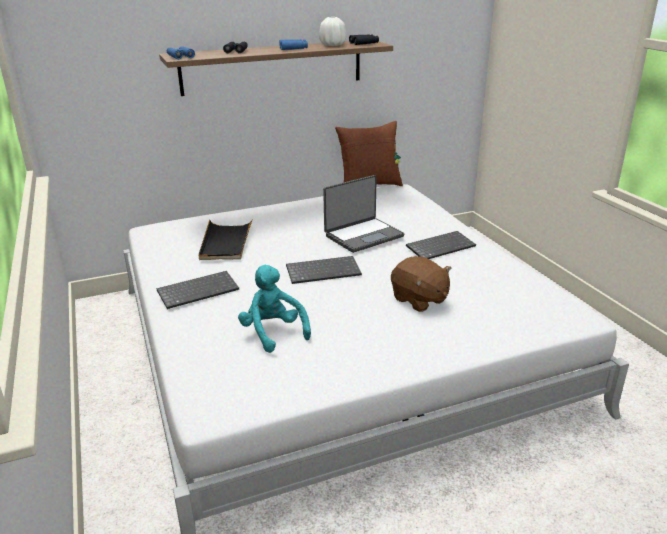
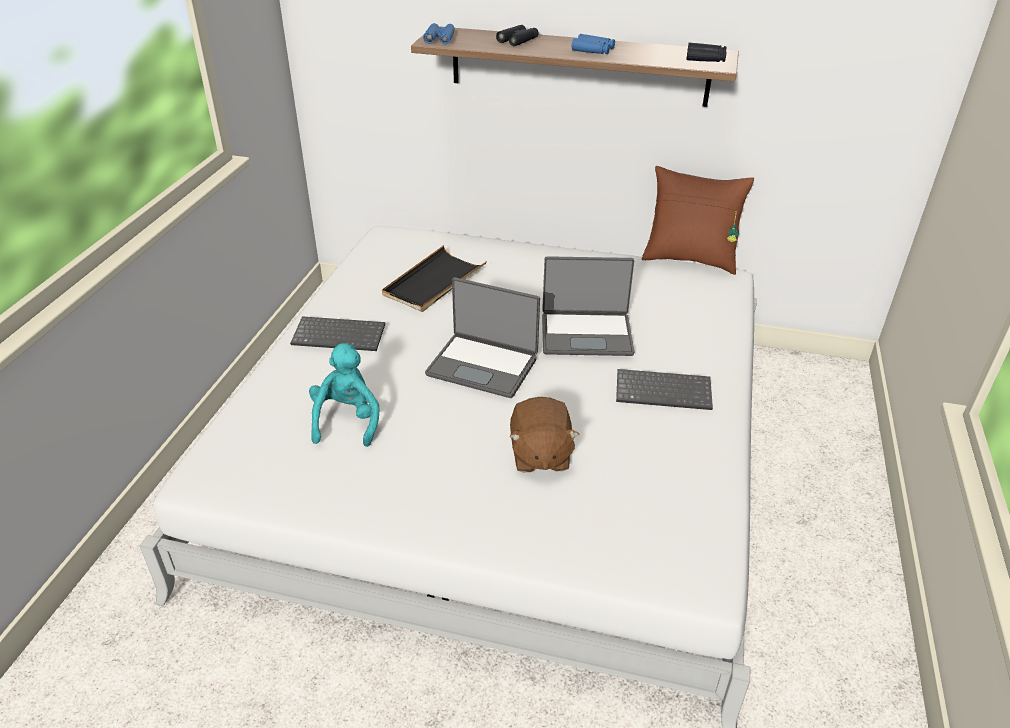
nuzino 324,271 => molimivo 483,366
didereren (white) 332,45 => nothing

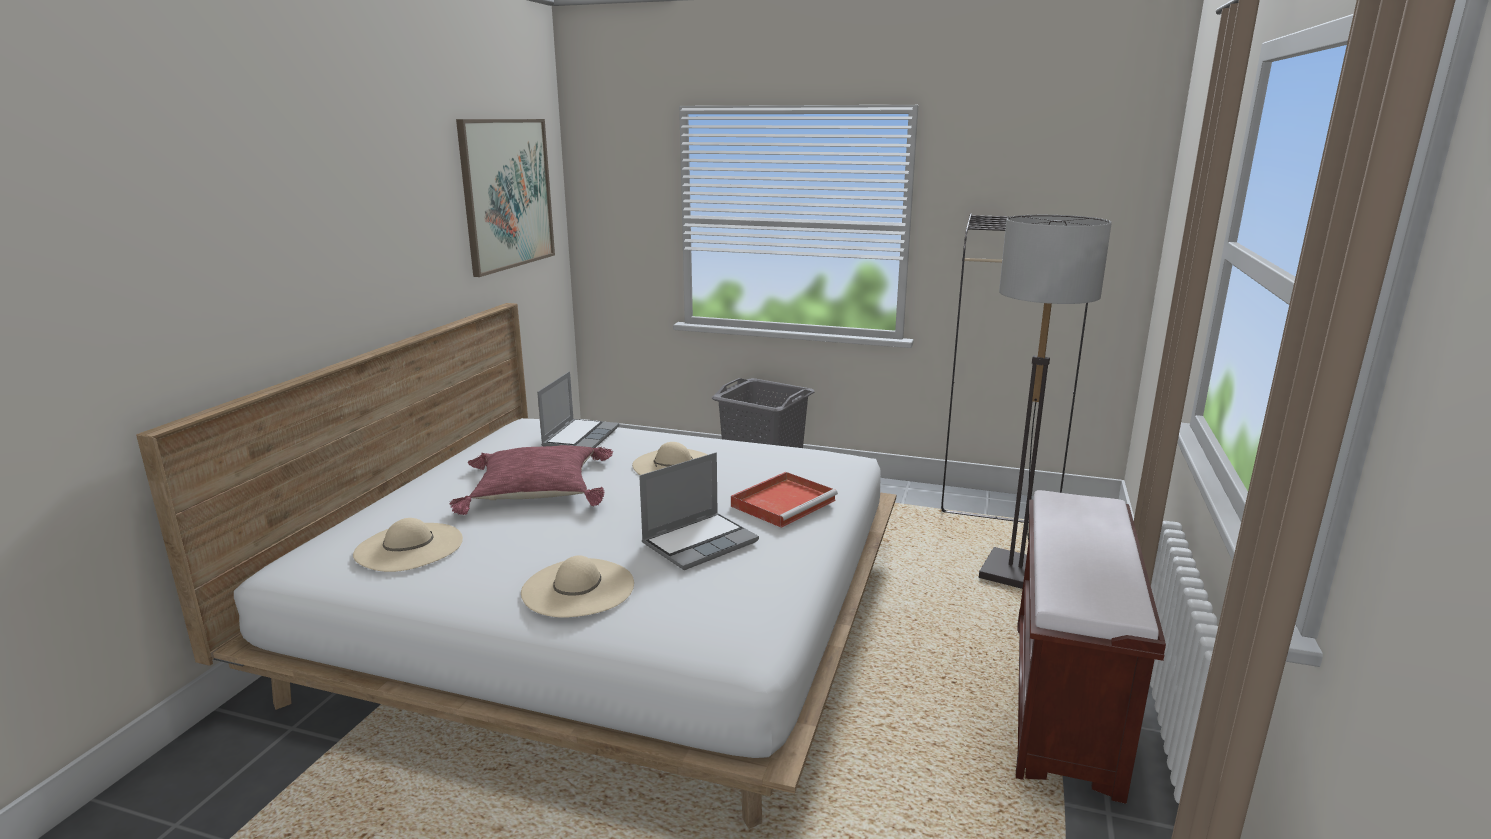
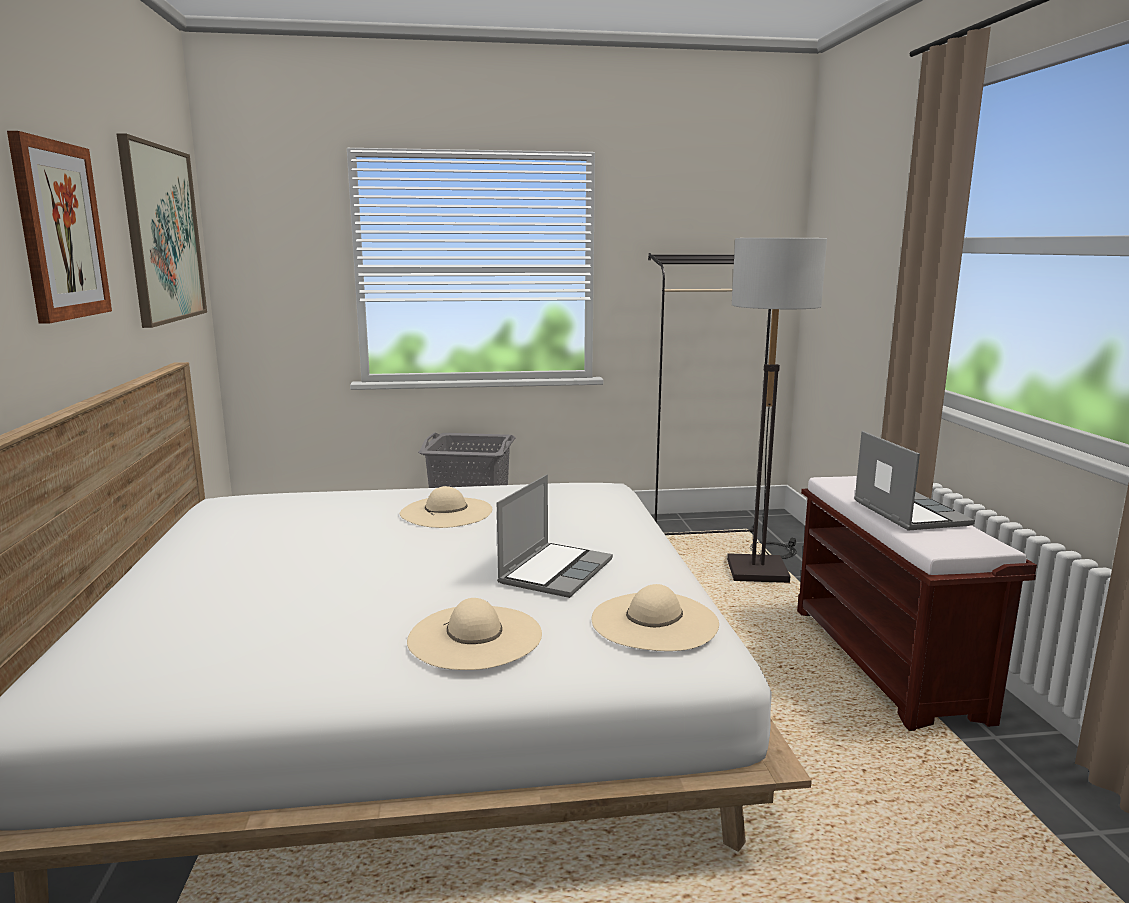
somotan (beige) 409,547 => somotan (beige) 654,621, moved
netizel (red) 537,486 => nothing
molimivo 580,436 => molimivo 908,513, moved
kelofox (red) 784,502 => nothing
nothing => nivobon 60,231

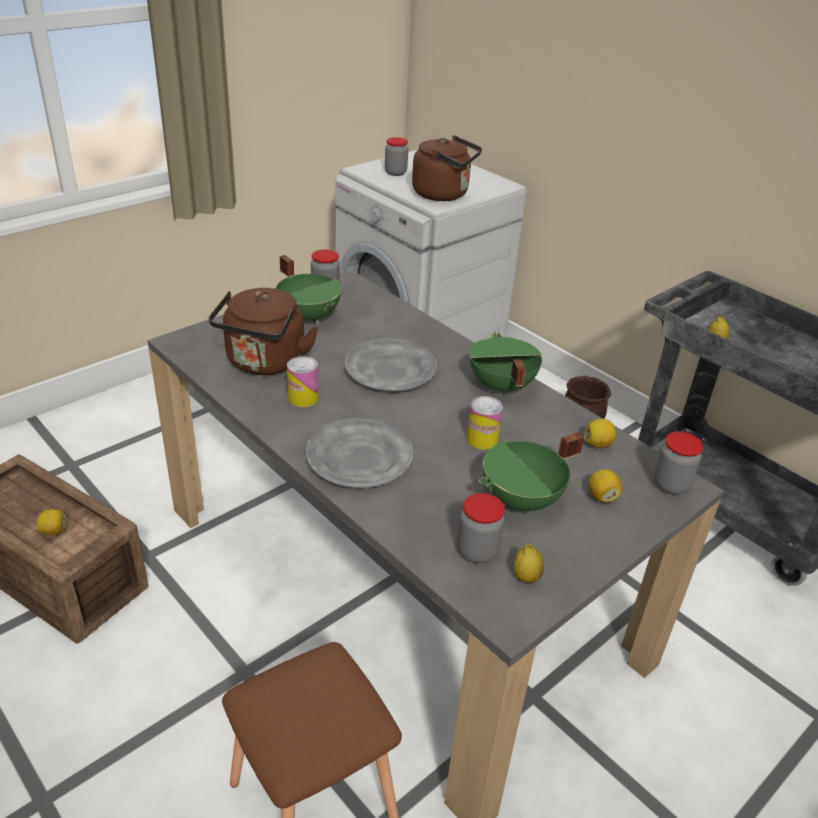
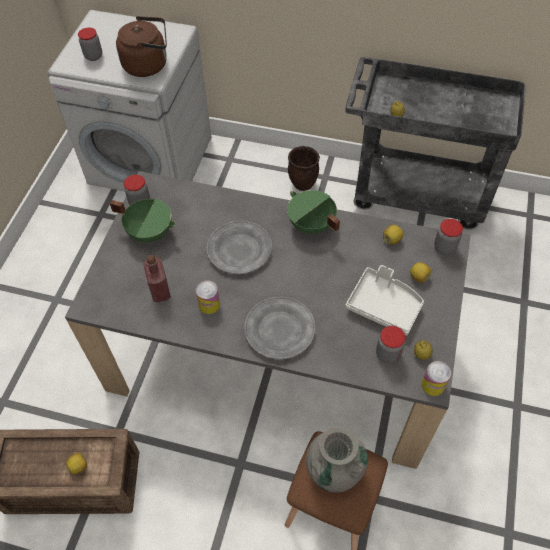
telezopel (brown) 264,363 => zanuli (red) 160,291
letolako 482,439 => letolako 433,385, moved
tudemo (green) 522,501 => kelofox (white) 384,305
nothing => didereren (grey) 334,470

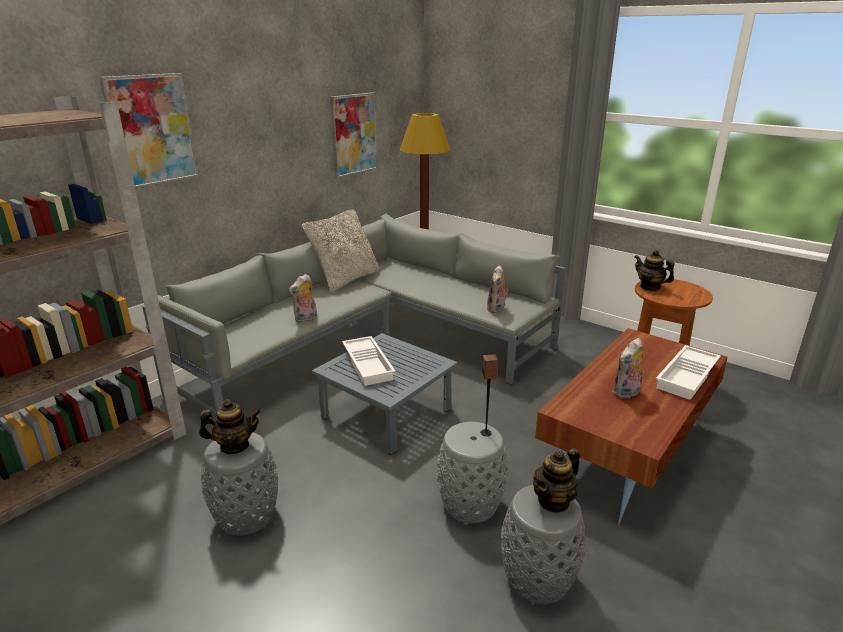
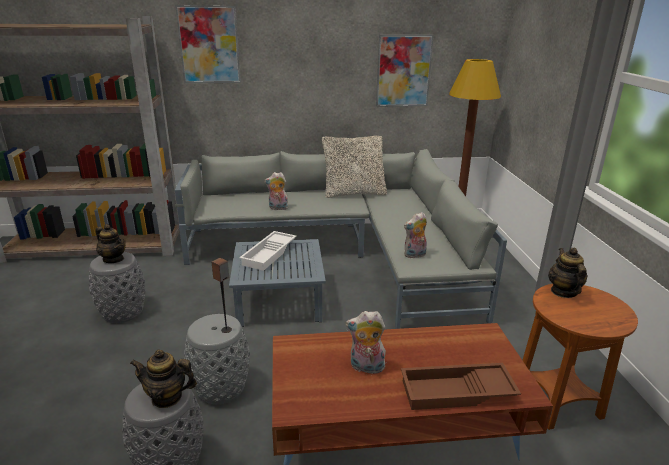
kelofox (white) 688,377 => kelofox (brown) 456,393

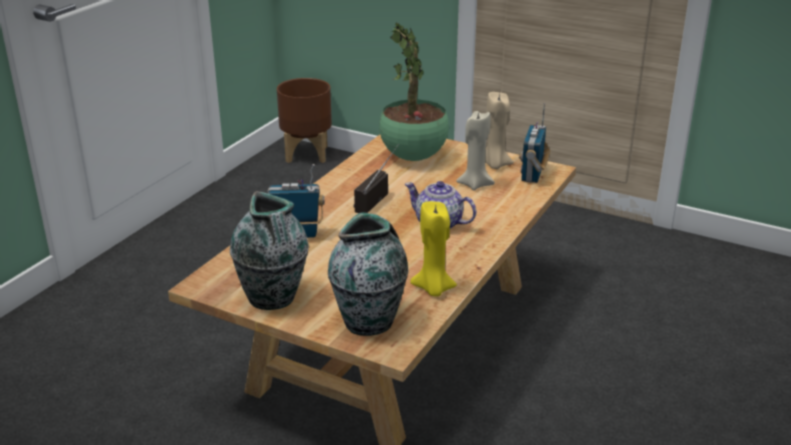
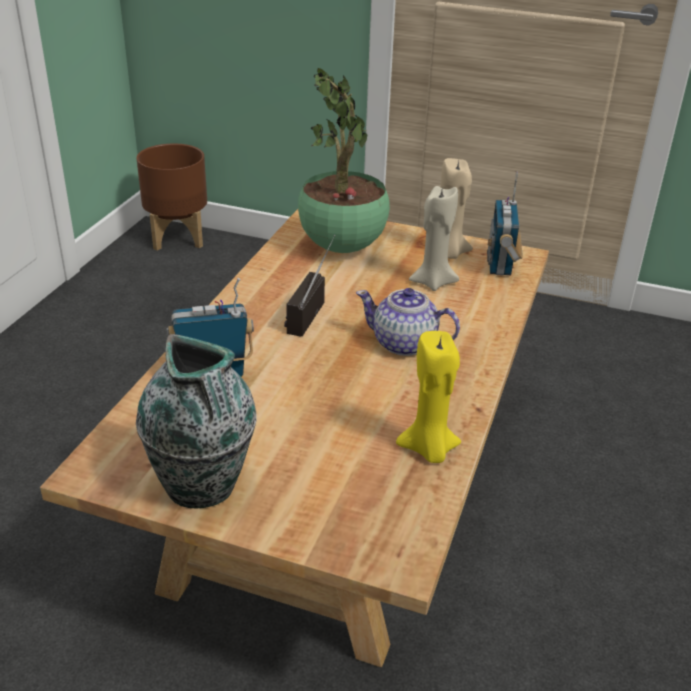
didereren 369,321 => nothing

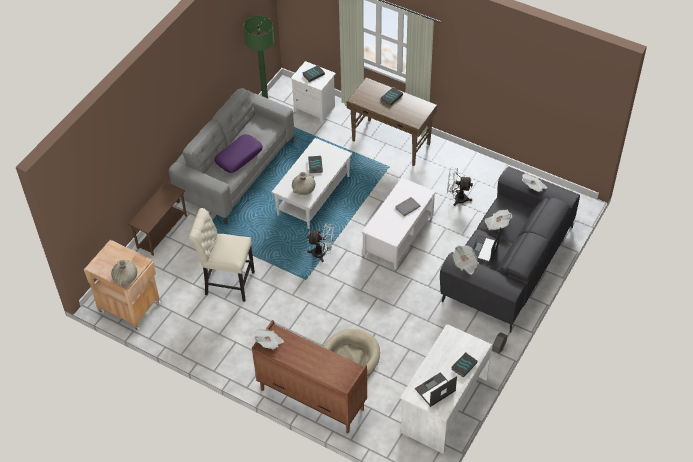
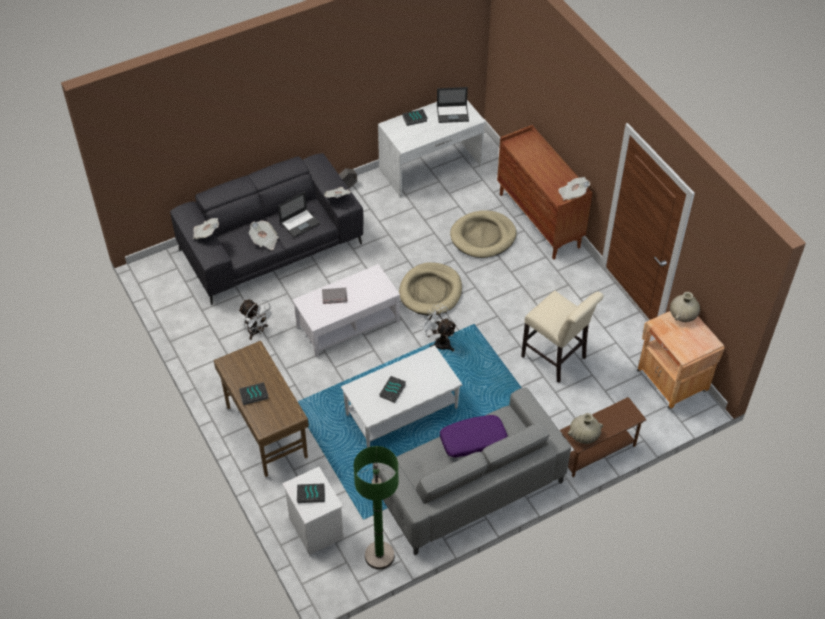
didereren (beige) 304,190 => didereren (beige) 584,435, moved
nothing => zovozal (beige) 430,291

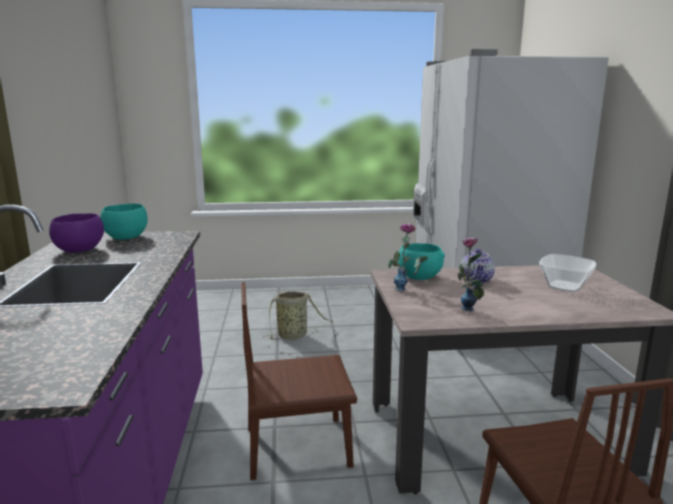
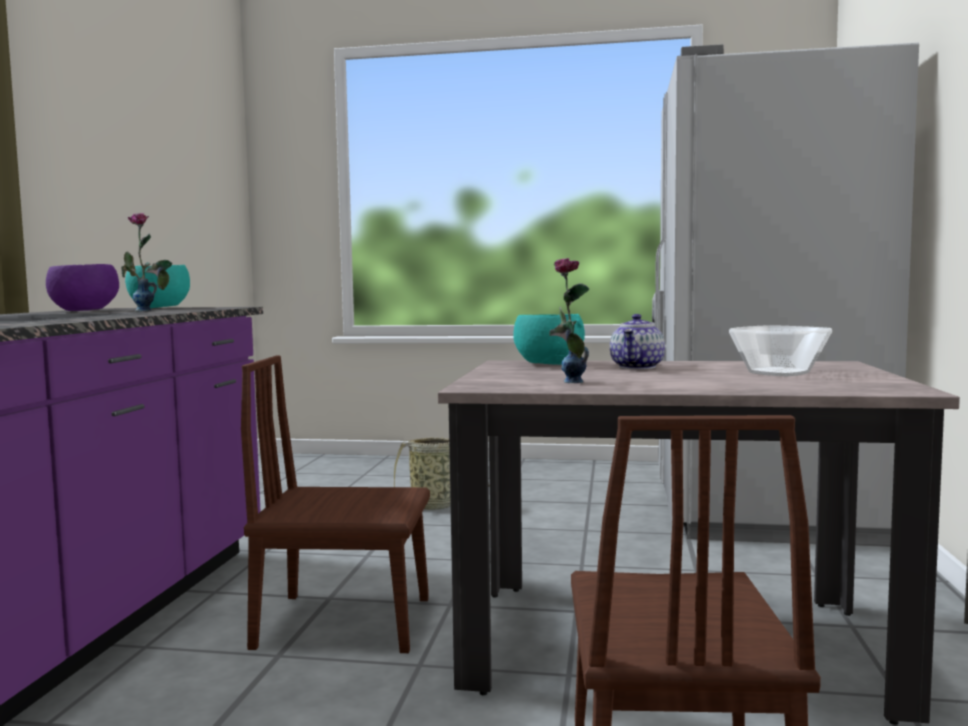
didereren 407,290 => didereren 149,311, moved

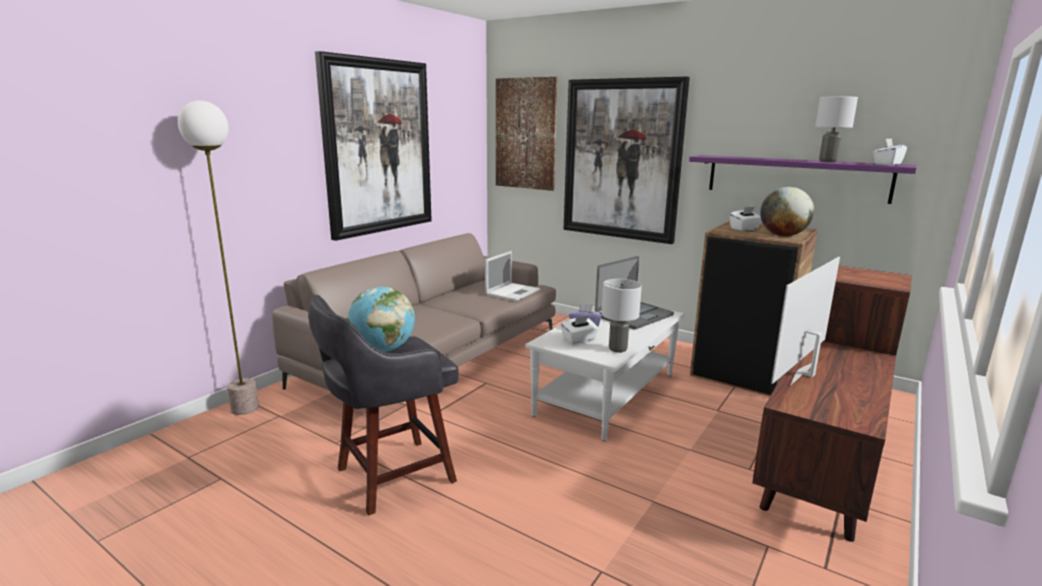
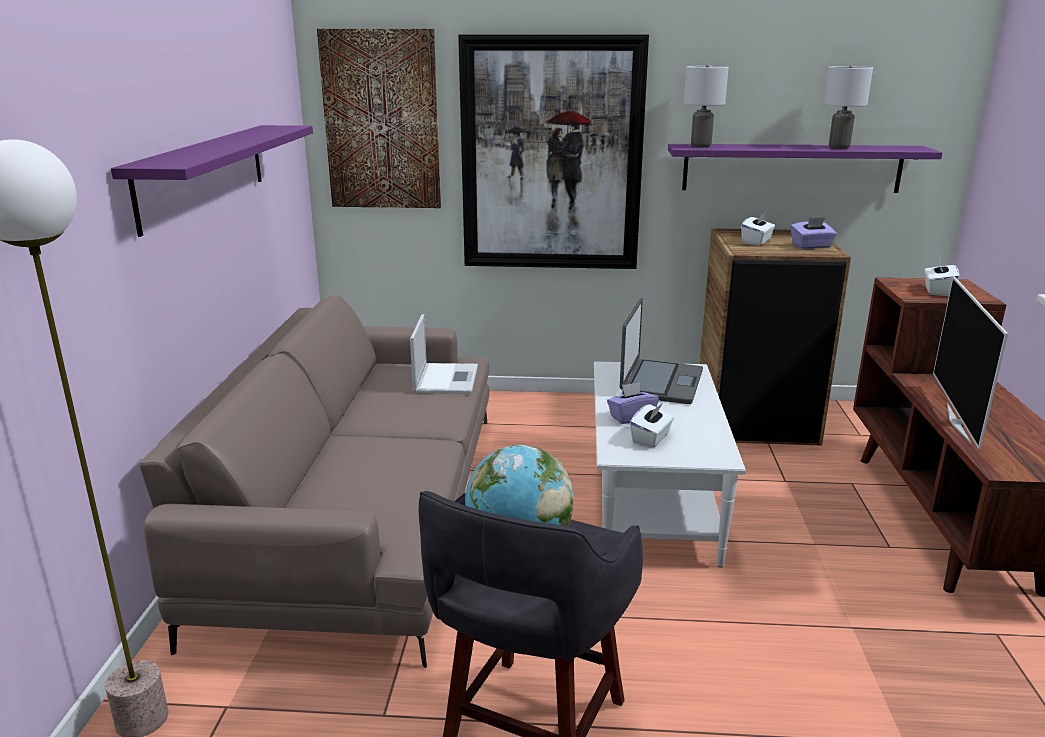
nivobon 378,147 => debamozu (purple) 204,174
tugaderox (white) 617,349 => tugaderox (white) 699,146, moved
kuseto 783,235 => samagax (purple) 811,246
samagax (white) 887,164 => samagax (white) 937,291, moved

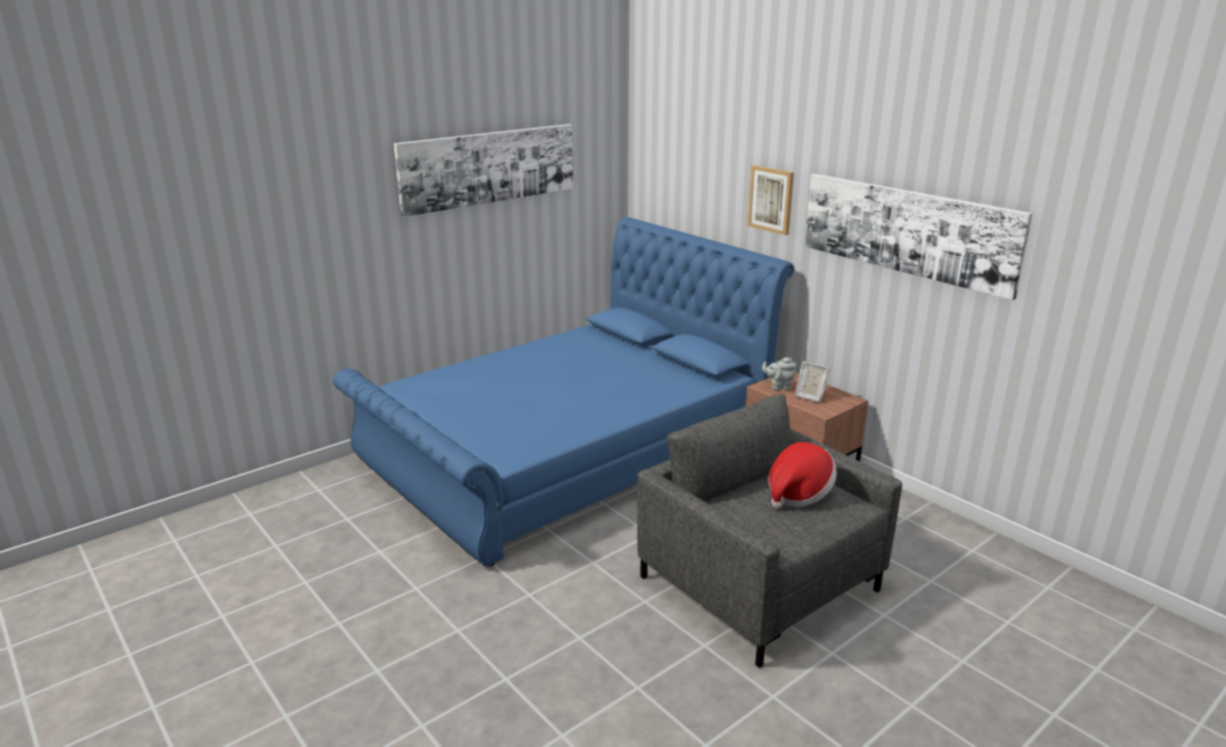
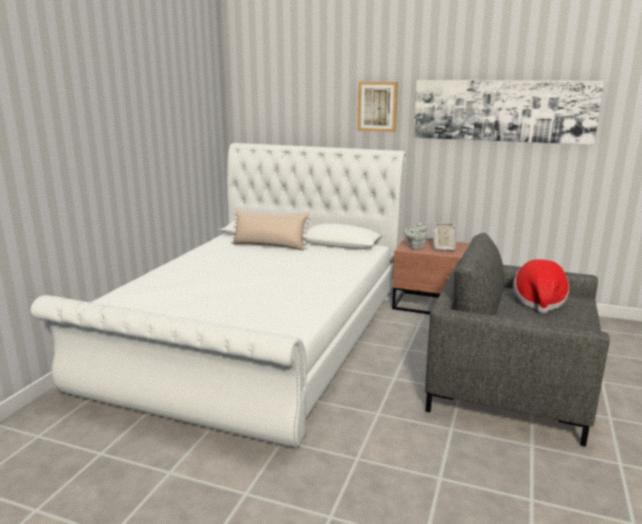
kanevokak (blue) 568,449 => kanevokak (white) 258,336
nivobon 489,167 => nothing
nothing => netizel (beige) 270,246

